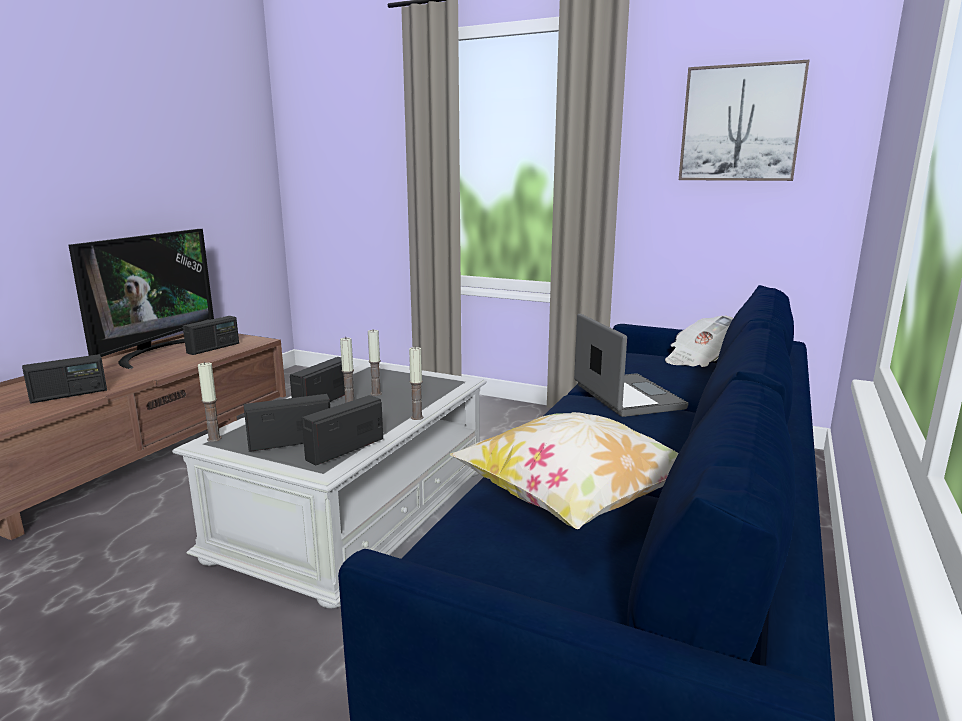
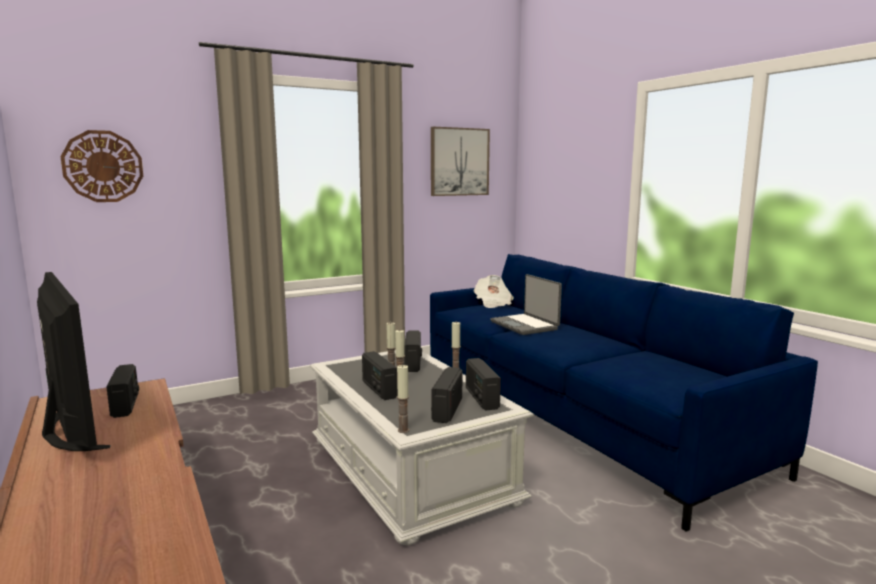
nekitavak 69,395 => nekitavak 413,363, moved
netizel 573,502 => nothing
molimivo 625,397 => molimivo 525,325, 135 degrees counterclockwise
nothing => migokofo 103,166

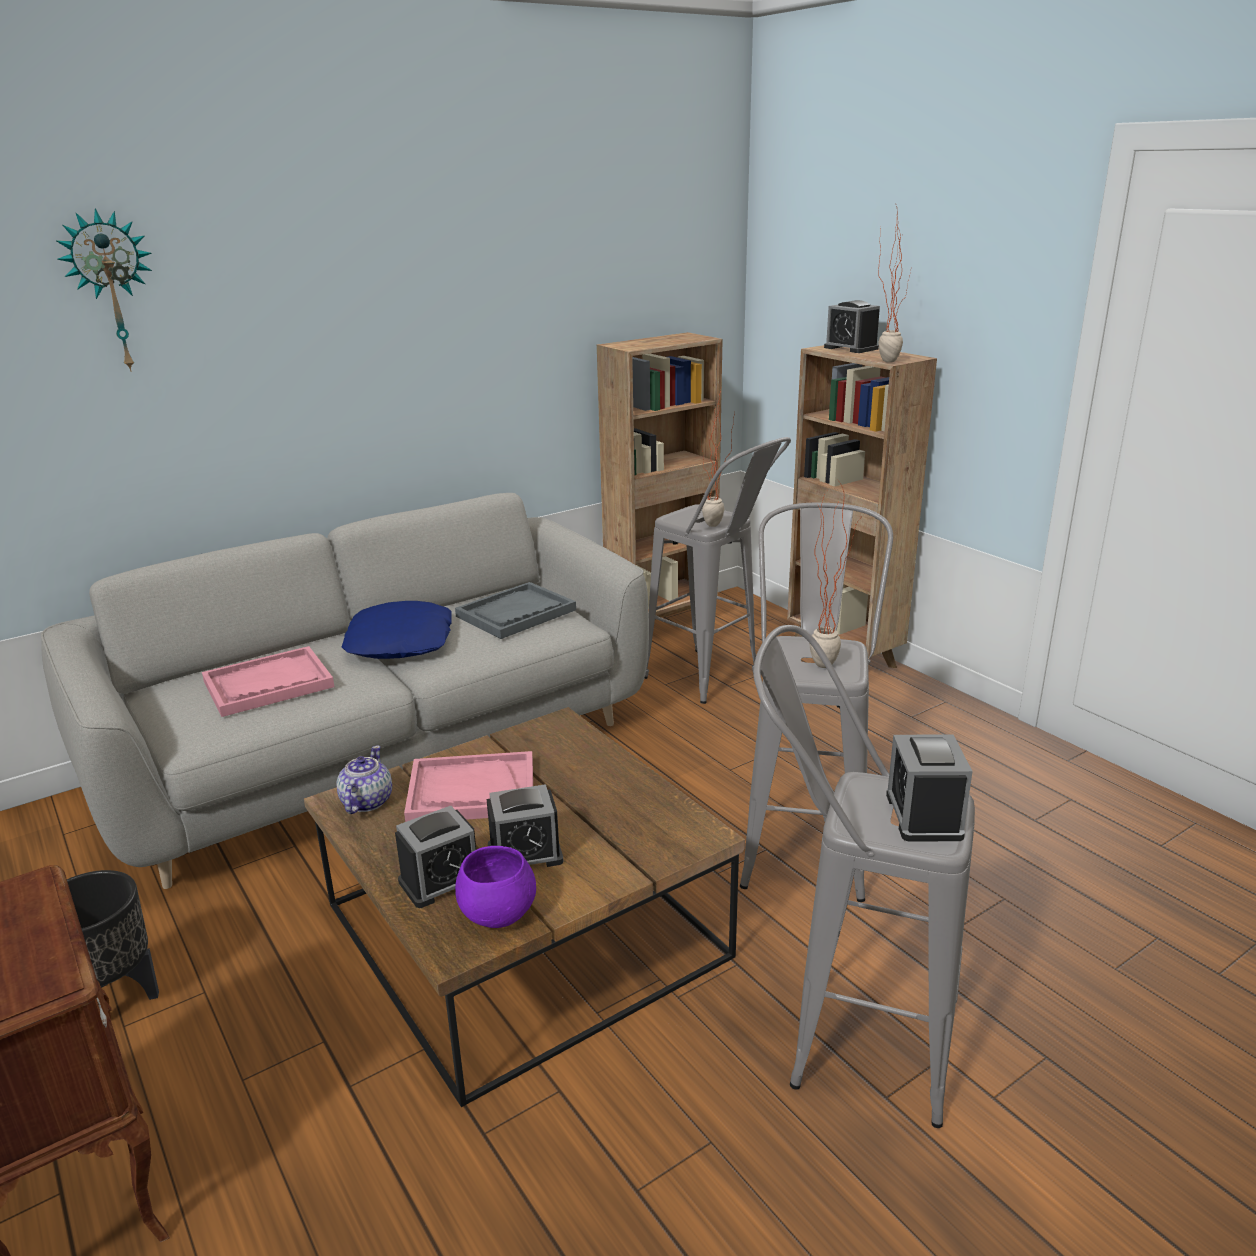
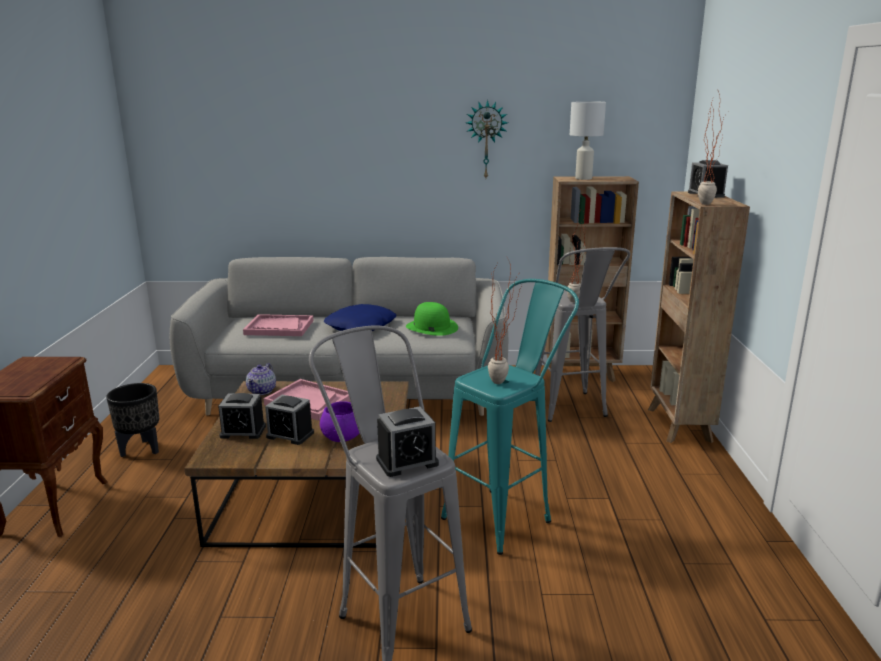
migokofo 112,292 => migokofo 486,140, moved
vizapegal 366,802 => vizapegal 262,391, 150 degrees clockwise
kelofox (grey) 516,613 => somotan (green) 431,327
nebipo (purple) 499,913 => nebipo (purple) 343,437, moved
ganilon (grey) 805,845 => ganilon (turquoise) 507,513
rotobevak 923,816 => rotobevak 407,462, 150 degrees counterclockwise
nothing => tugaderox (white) 583,178

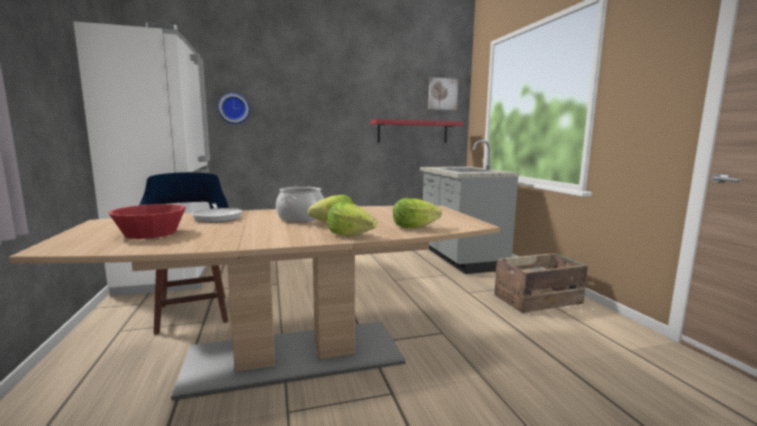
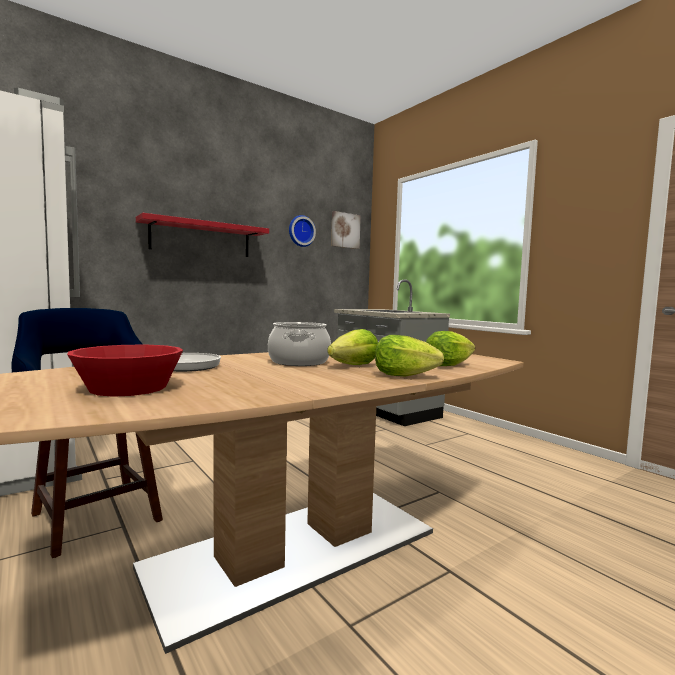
migokofo 234,108 => migokofo 301,231, moved
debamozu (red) 412,132 => debamozu (red) 201,239, moved
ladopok 539,300 => nothing

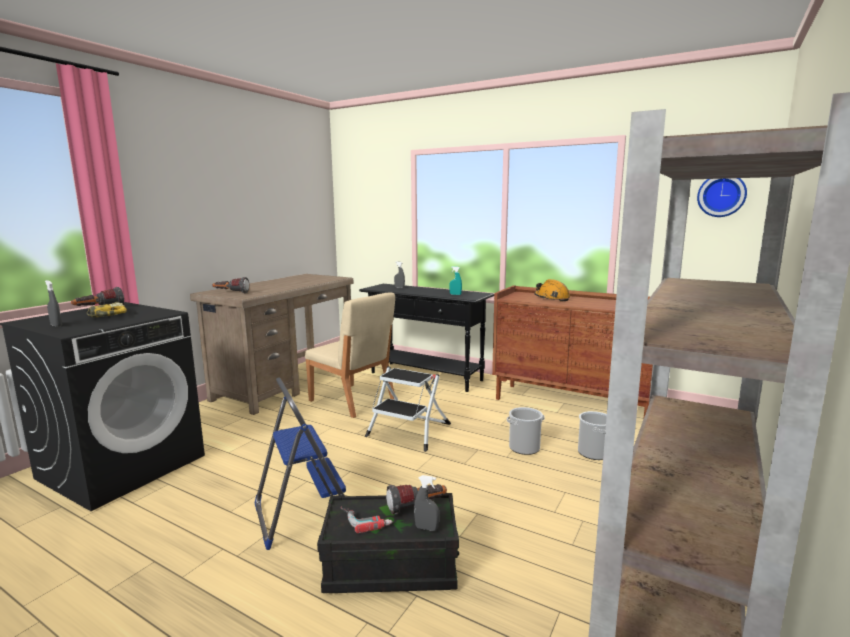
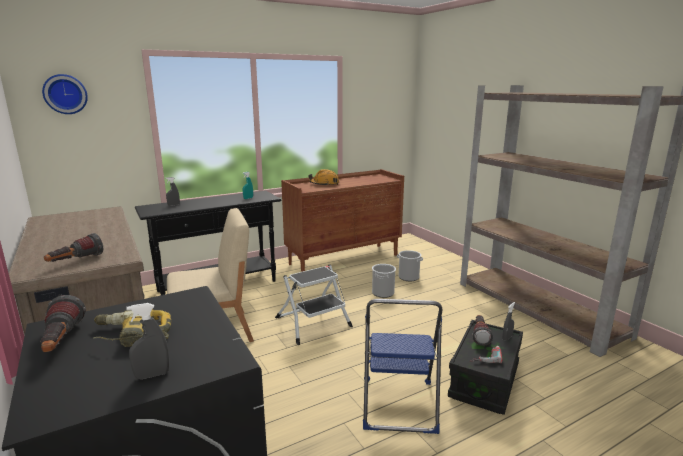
migokofo 721,195 => migokofo 65,94, moved

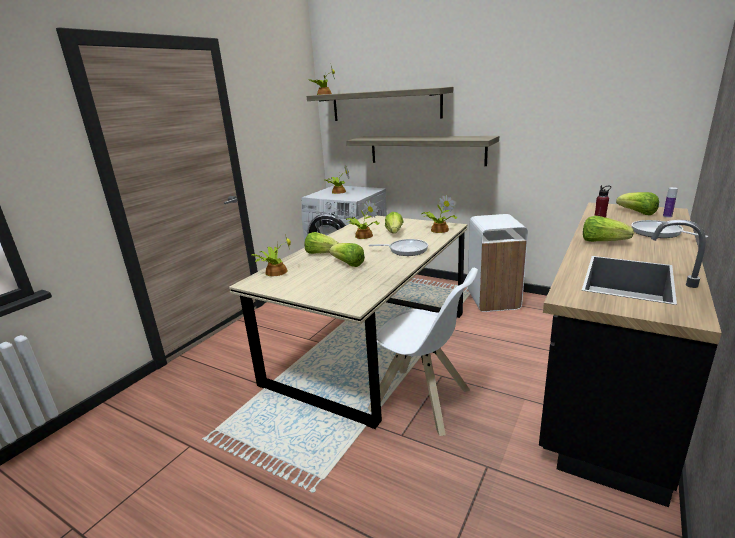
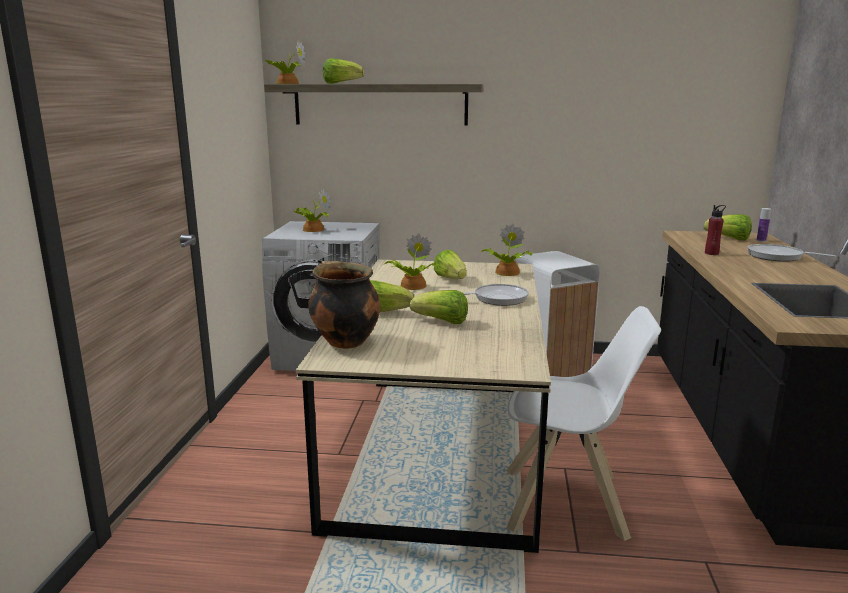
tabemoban 275,271 => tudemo 344,342
debamozu 426,150 => nothing
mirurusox 602,242 => mirurusox 341,83, moved

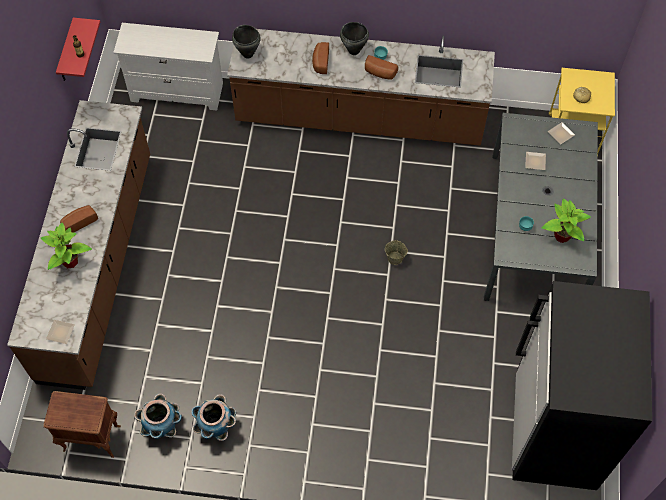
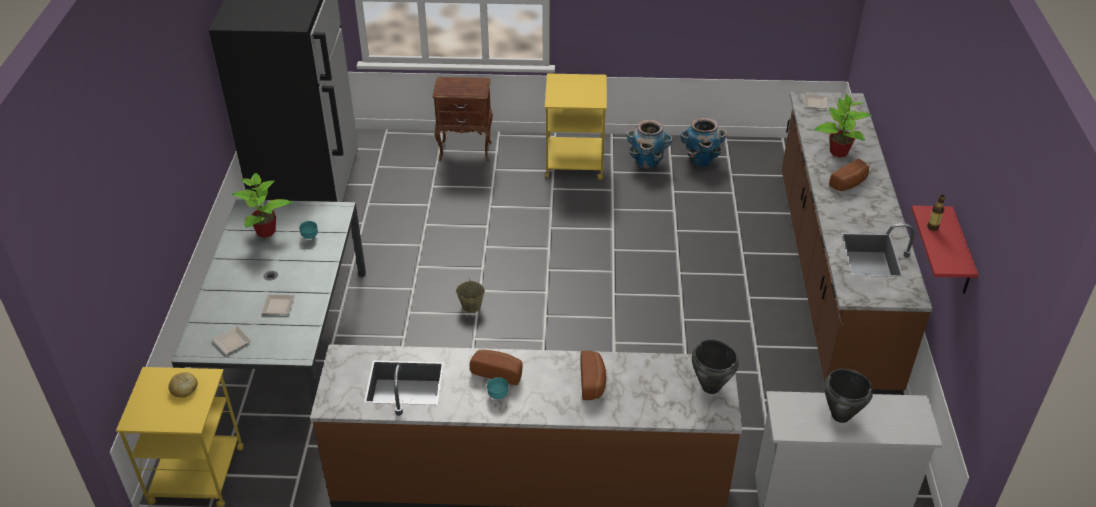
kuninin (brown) 91,438 => kuninin (brown) 466,151, moved
tudemo (black) 354,51 => tudemo (black) 840,415, moved
nothing => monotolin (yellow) 575,162

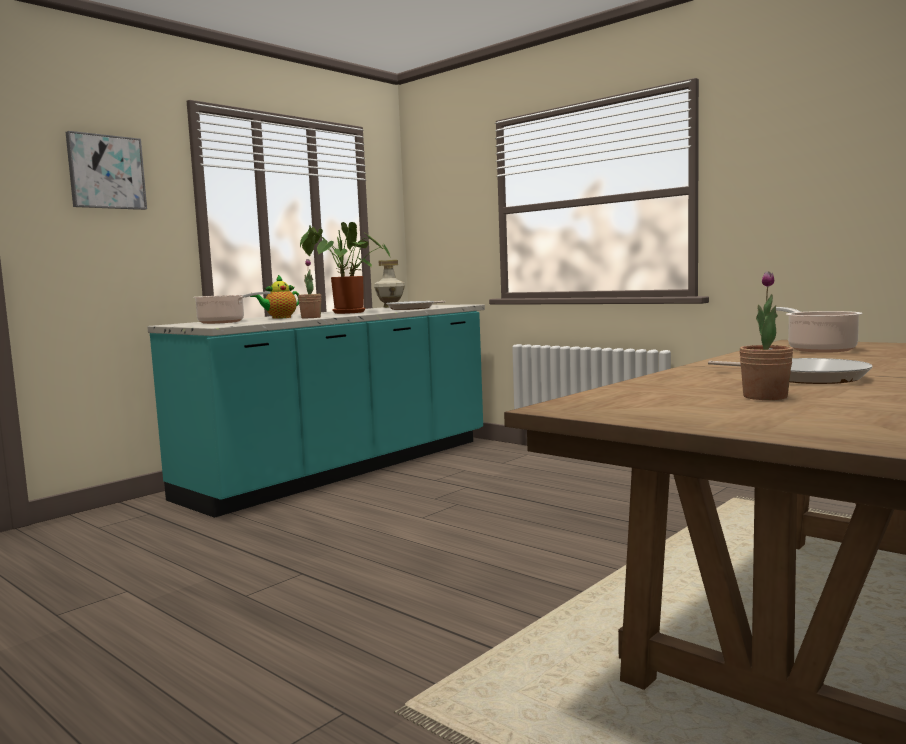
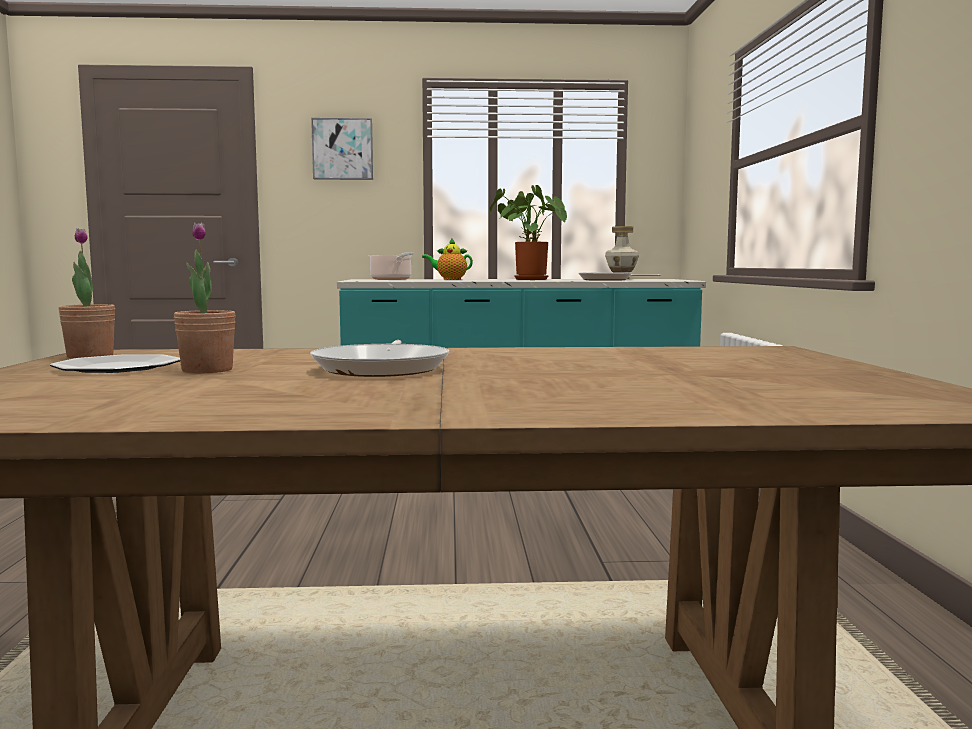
tabemoban 311,317 => tabemoban 90,356, moved
tudemo 818,349 => nothing
nothing => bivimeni 118,367

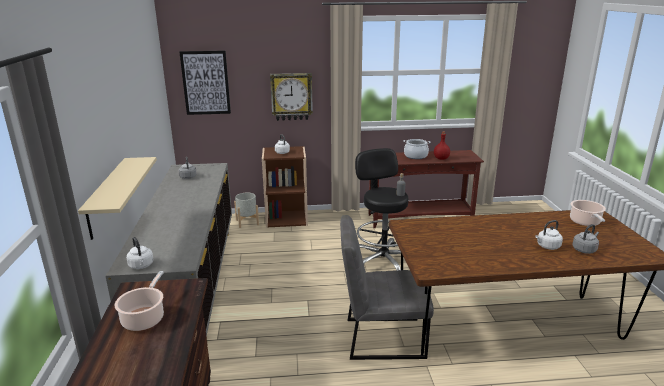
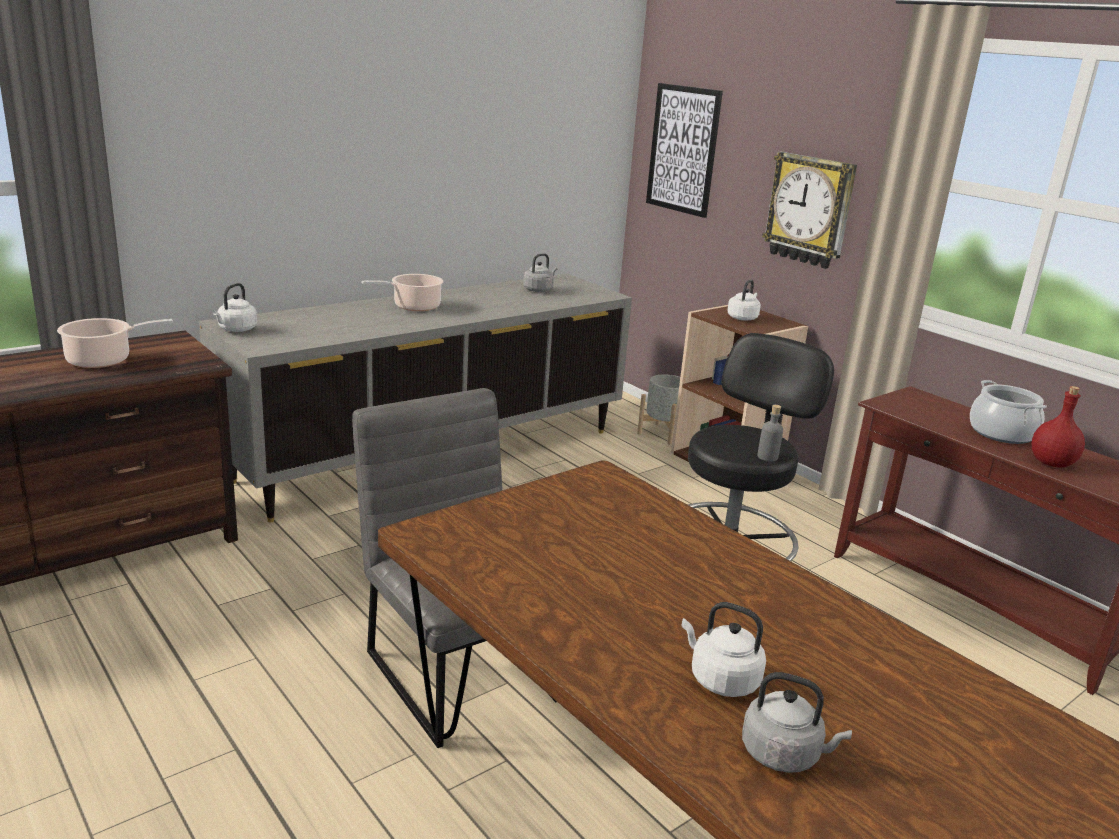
debamozu (beige) 107,197 => nothing
tudemo 585,222 => tudemo 413,307, moved

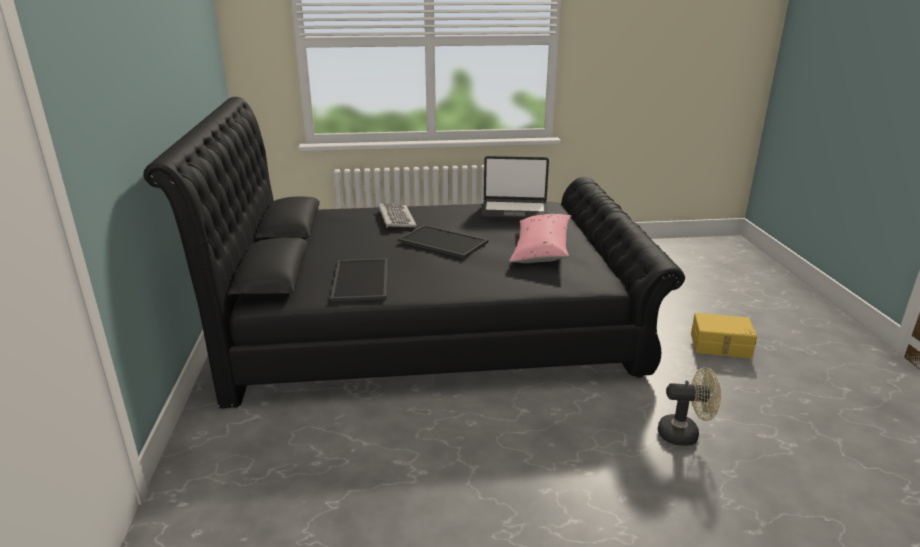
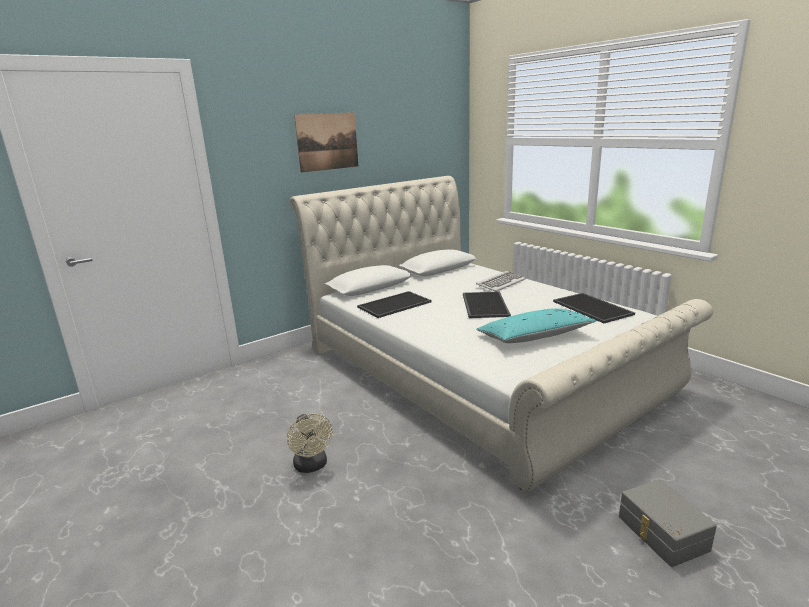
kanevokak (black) 430,319 => kanevokak (beige) 476,367
molimivo 514,211 => kelofox 593,308
netizel (pink) 541,249 => netizel (turquoise) 534,337
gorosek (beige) 685,434 => gorosek (beige) 312,466, moved
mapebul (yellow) 721,346 => mapebul (grey) 661,533
nothing => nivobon 327,141

